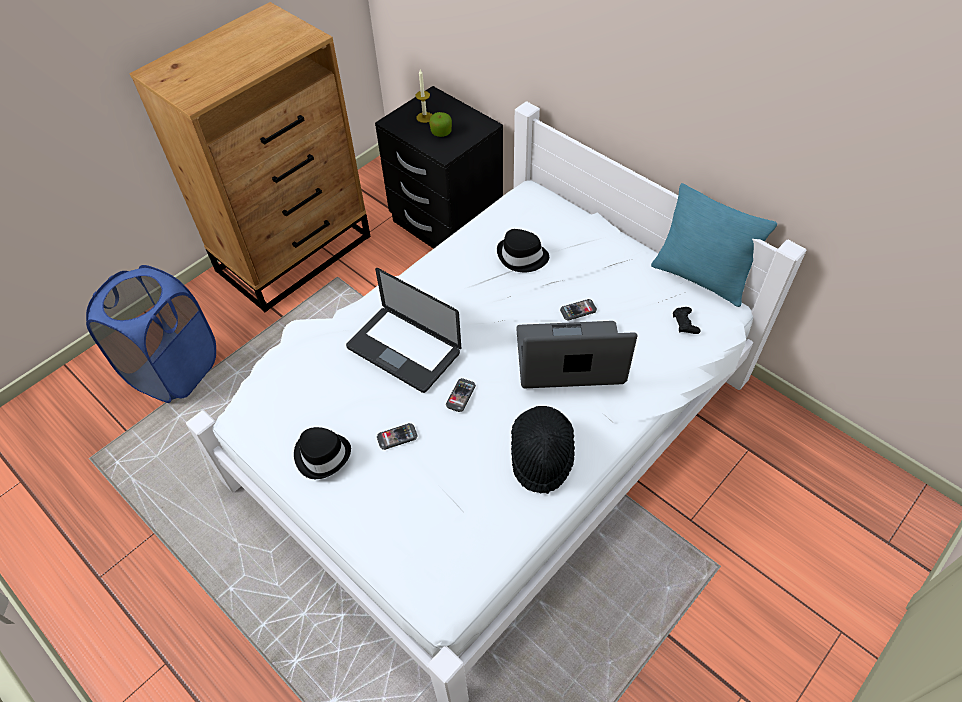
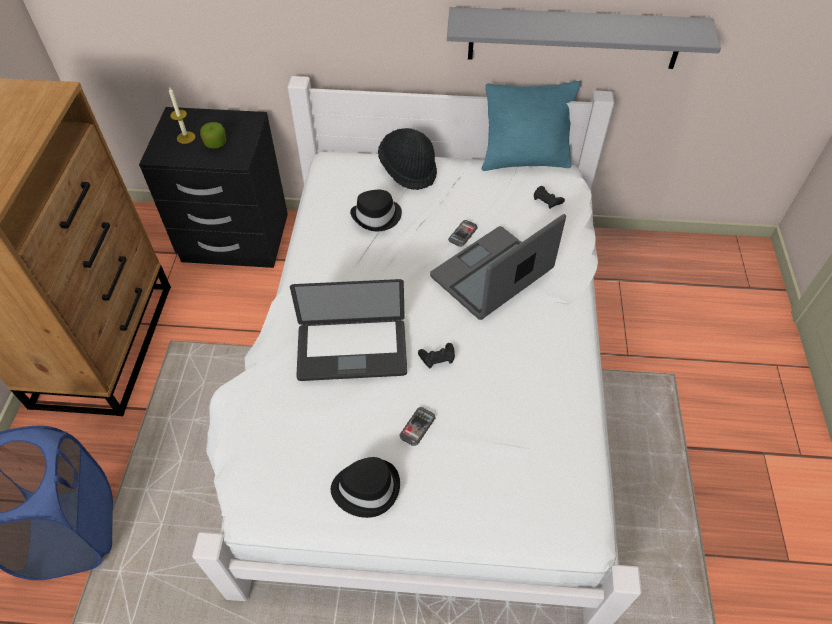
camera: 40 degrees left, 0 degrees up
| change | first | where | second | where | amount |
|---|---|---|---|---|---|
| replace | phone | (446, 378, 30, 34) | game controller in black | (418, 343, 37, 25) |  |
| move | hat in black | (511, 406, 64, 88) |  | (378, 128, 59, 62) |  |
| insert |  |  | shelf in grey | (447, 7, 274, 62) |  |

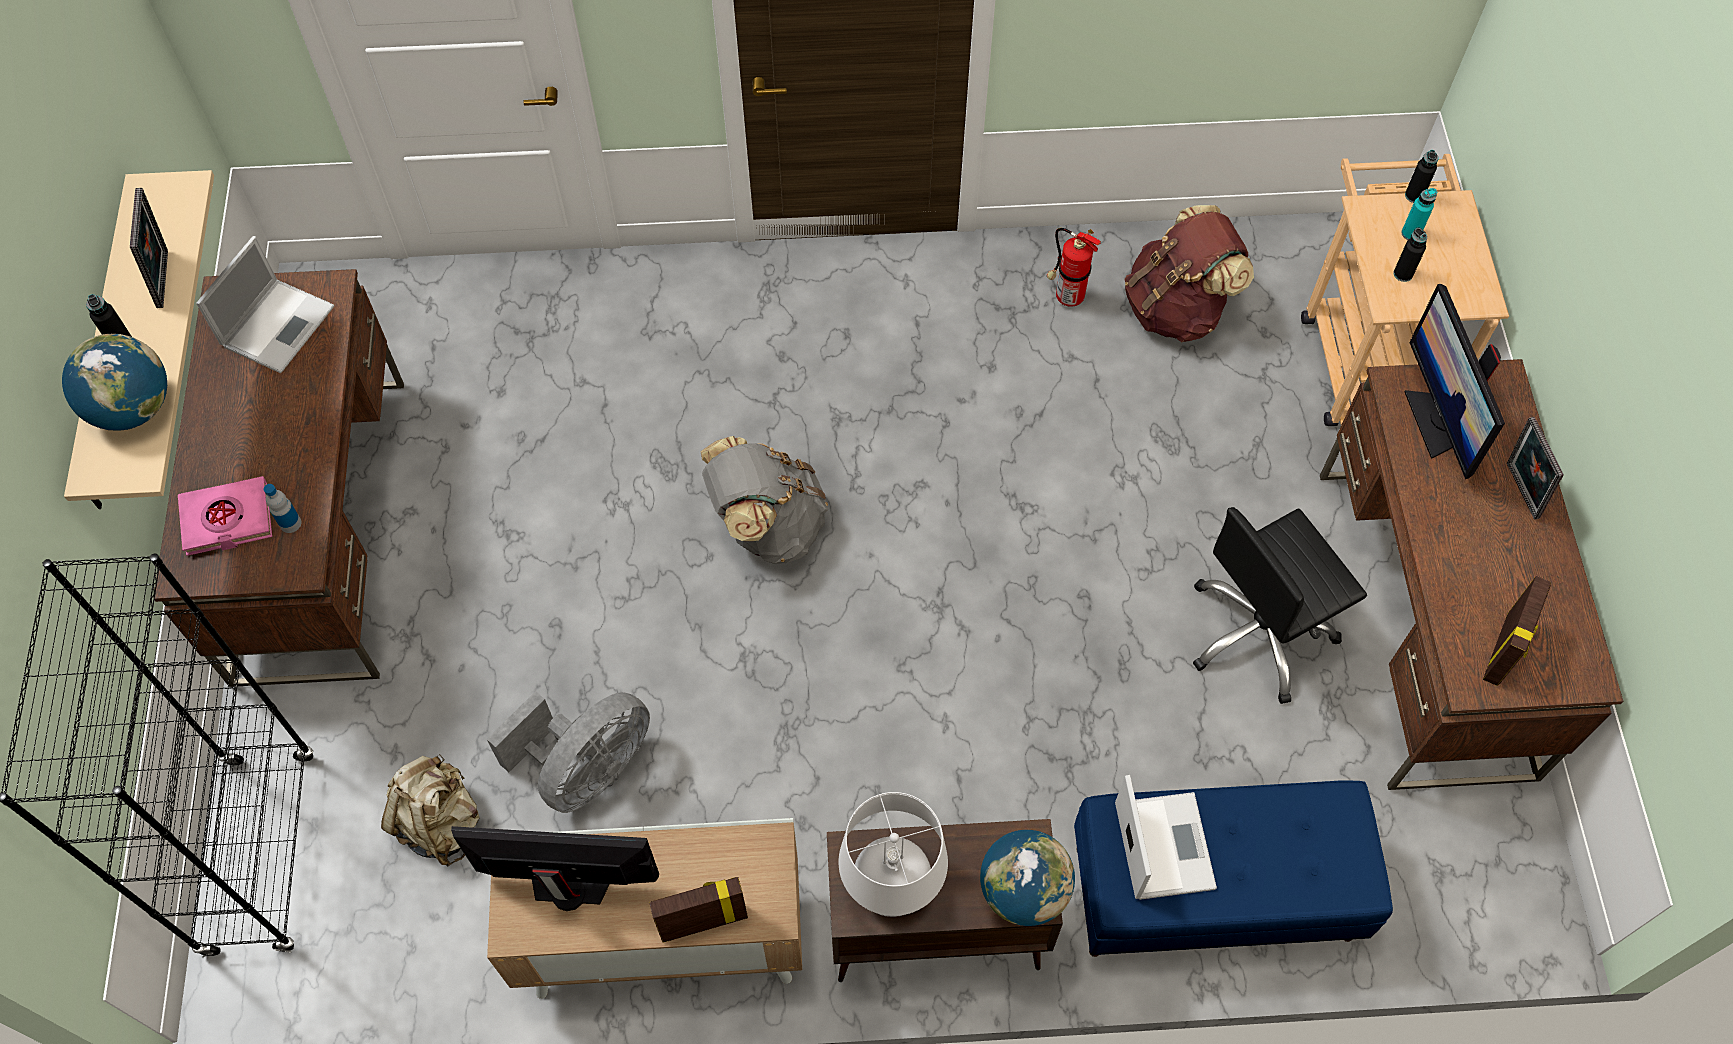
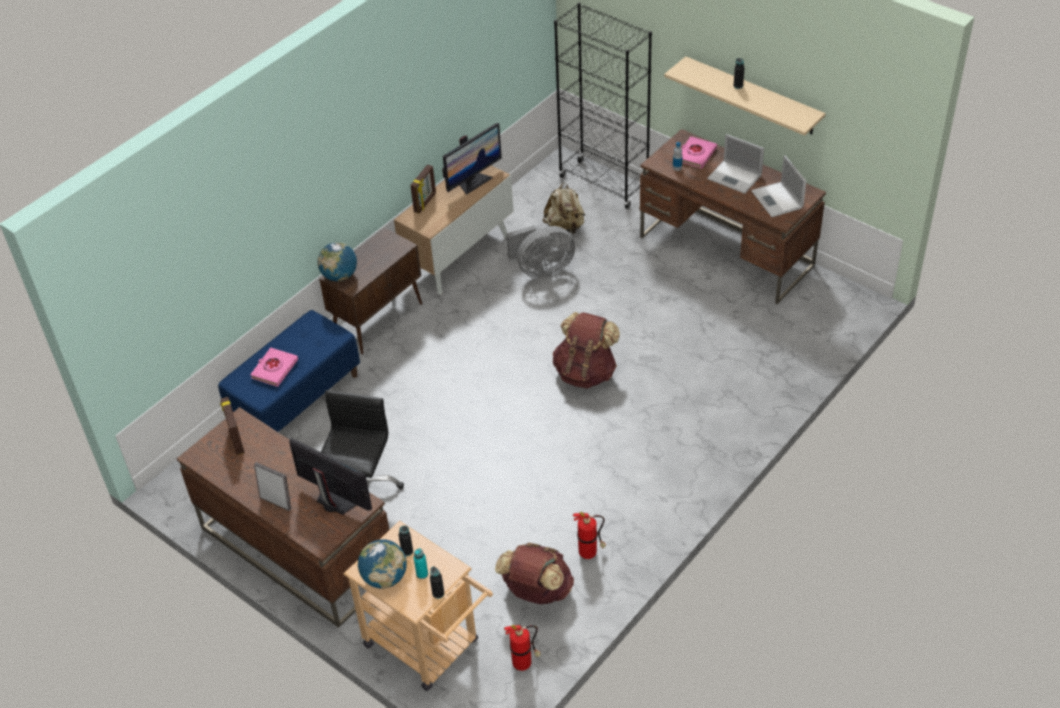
camera: 135 degrees right, 15 degrees down
| change | first | where | second | where | amount |
|---|---|---|---|---|---|
| move | globe | (62, 334, 105, 97) |  | (358, 539, 49, 50) |  |
| delete | picture frame | (130, 188, 38, 120) |  |  |  |
| rotate | fan in grey | (487, 691, 163, 122) |  | (506, 225, 69, 54) | 105 degrees counterclockwise |
| recolor | backpack in grey | (700, 436, 128, 128) | backpack in brown | (553, 312, 67, 76) |  |
| delete | table lamp in white | (838, 792, 110, 125) |  |  |  |
| move | laptop | (1115, 775, 102, 125) |  | (707, 134, 57, 60) |  |
| insert |  |  | book in pink | (250, 347, 48, 40) |  |
| insert |  |  | fire extinguisher | (504, 625, 37, 46) |  |

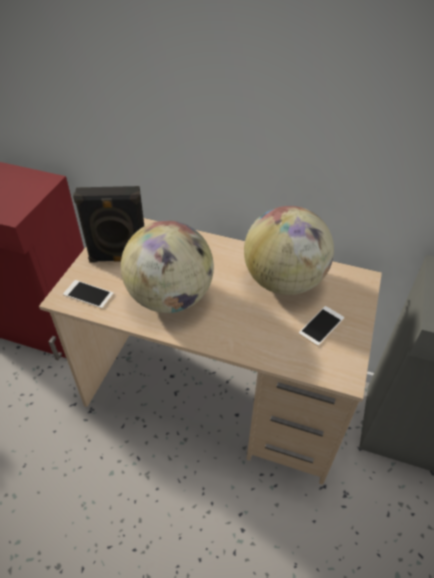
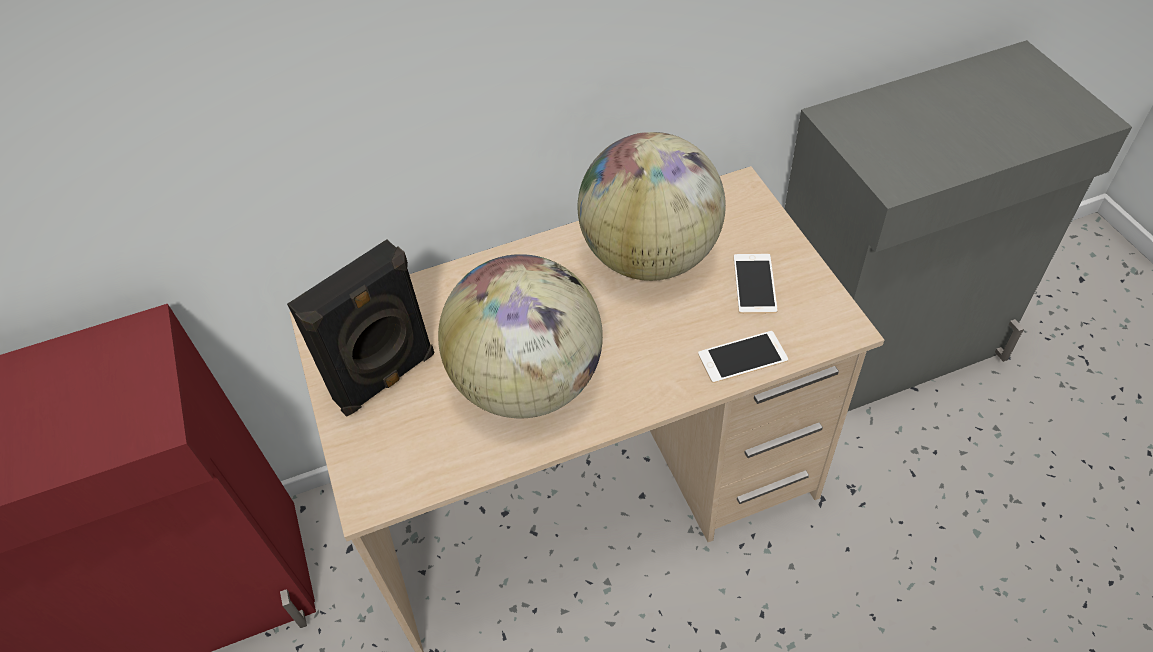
camera: 35 degrees left, 5 degrees up
| change | first | where | second | where | amount |
|---|---|---|---|---|---|
| move | phone | (63, 280, 51, 29) |  | (698, 331, 90, 52) |  |

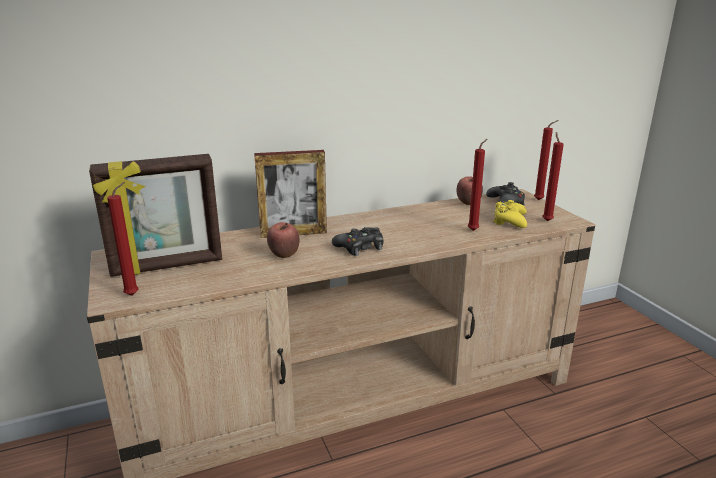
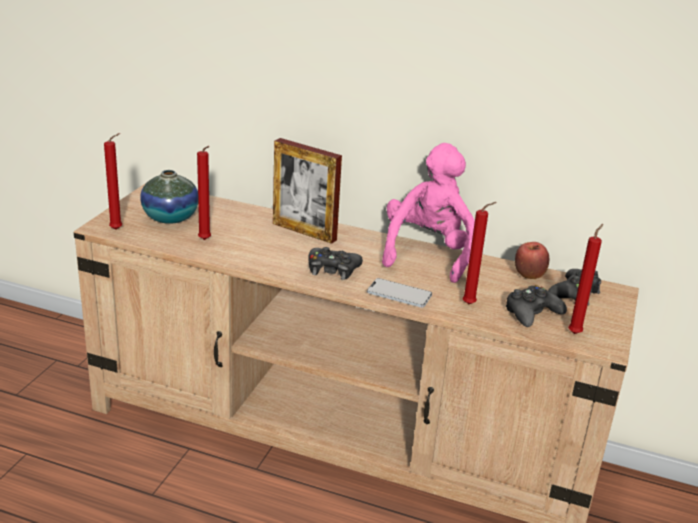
camera: 40 degrees right, 5 degrees up
| change | first | where | second | where | amount |
|---|---|---|---|---|---|
| replace | picture frame | (89, 154, 133, 123) | vase | (140, 170, 58, 54) |  |
| delete | apple | (267, 222, 33, 36) |  |  |  |
| recolor | game controller in yellow | (493, 200, 34, 28) | game controller in black | (506, 285, 61, 42) |  |
| move | candle in red | (534, 120, 25, 80) |  | (197, 146, 14, 94) |  |
| insert |  |  | phone | (367, 278, 65, 30) |  |
| insert |  |  | plush toy in pink | (382, 143, 93, 140) |  |

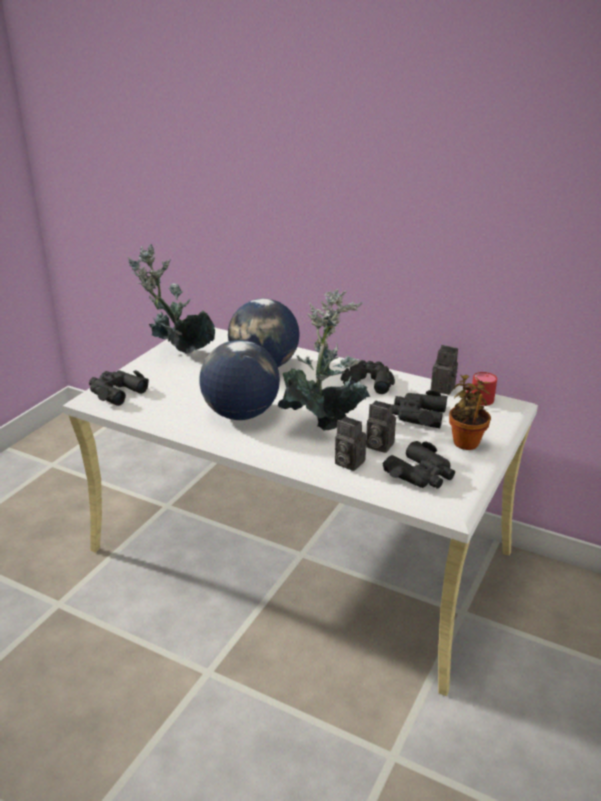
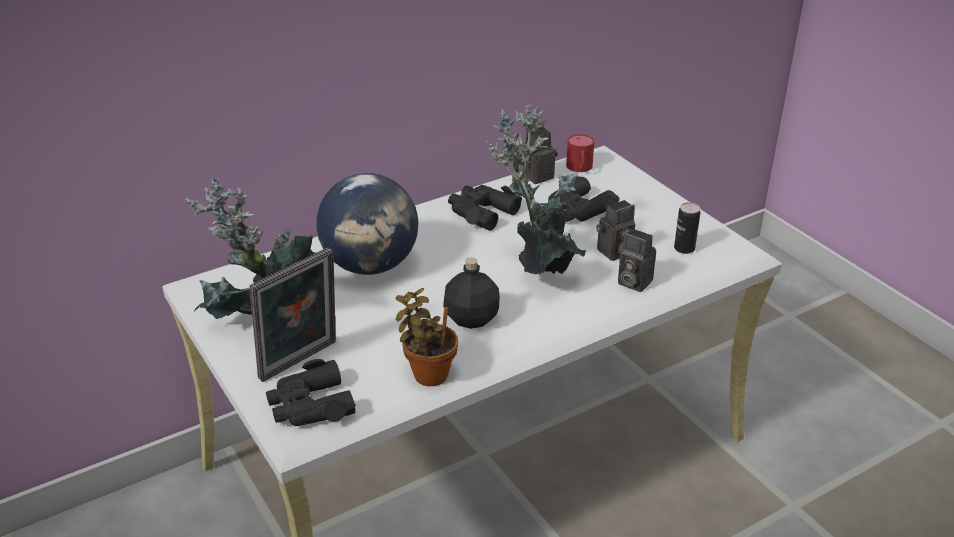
camera: 60 degrees left, 5 degrees up
| change | first | where | second | where | amount |
|---|---|---|---|---|---|
| replace | globe | (199, 340, 81, 80) | bottle in black | (443, 257, 57, 72) |  |
| rotate | photo camera | (335, 416, 31, 55) |  | (618, 229, 38, 63) | 60 degrees clockwise |
| replace | binoculars in black | (383, 441, 72, 48) | can | (674, 202, 26, 52) |  |
| move | potted plant | (449, 375, 42, 75) |  | (395, 288, 63, 98) |  |
| insert |  |  | picture frame | (249, 247, 87, 135) |  |

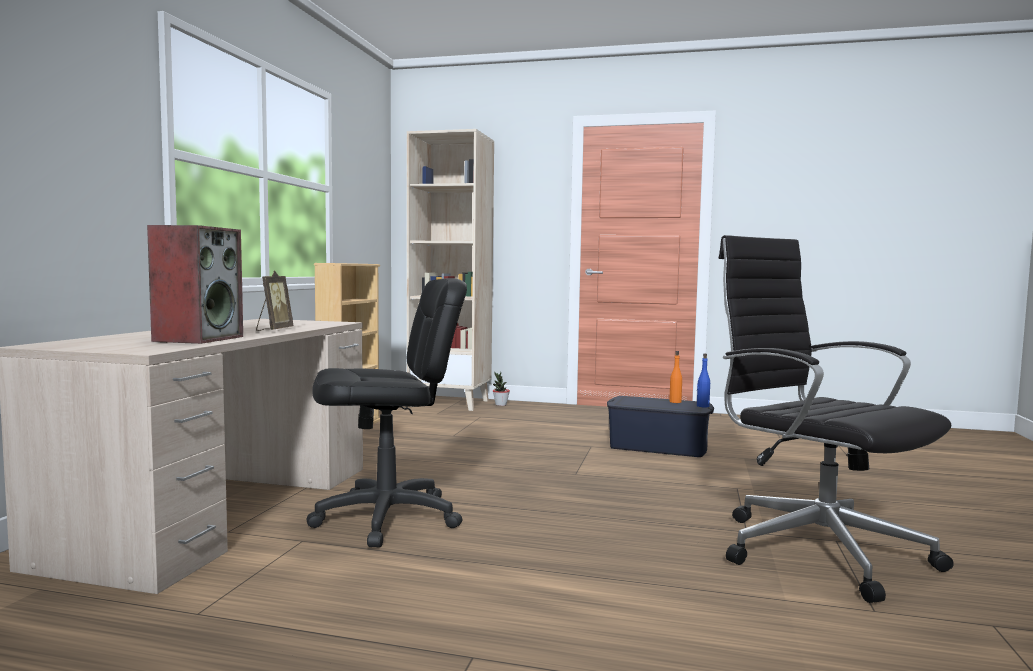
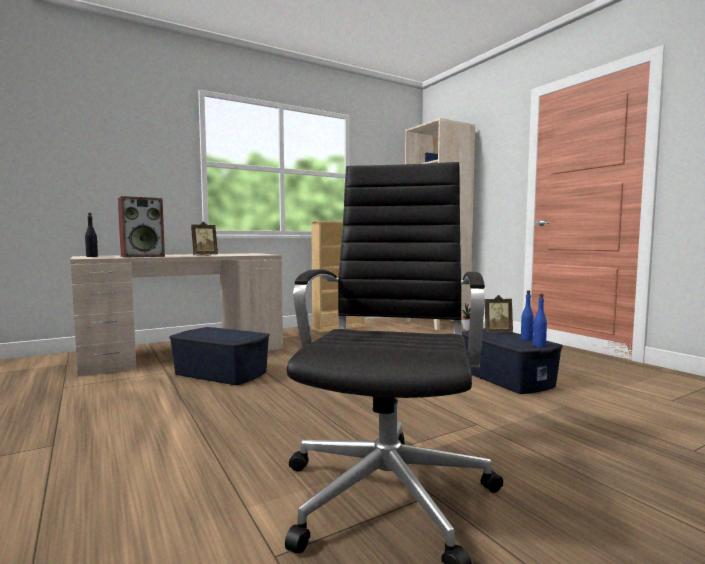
camera: 45 degrees right, 0 degrees up
| change | first | where | second | where | amount |
|---|---|---|---|---|---|
| replace | office chair in black | (307, 278, 160, 269) | storage box in blue | (169, 327, 101, 58) |  |
| recolor | bottle in orange | (669, 351, 13, 52) | bottle in blue | (521, 290, 13, 51) |  |
| insert |  |  | bottle in black | (85, 213, 13, 44) |  |
| insert |  |  | picture frame | (485, 295, 28, 38) |  |

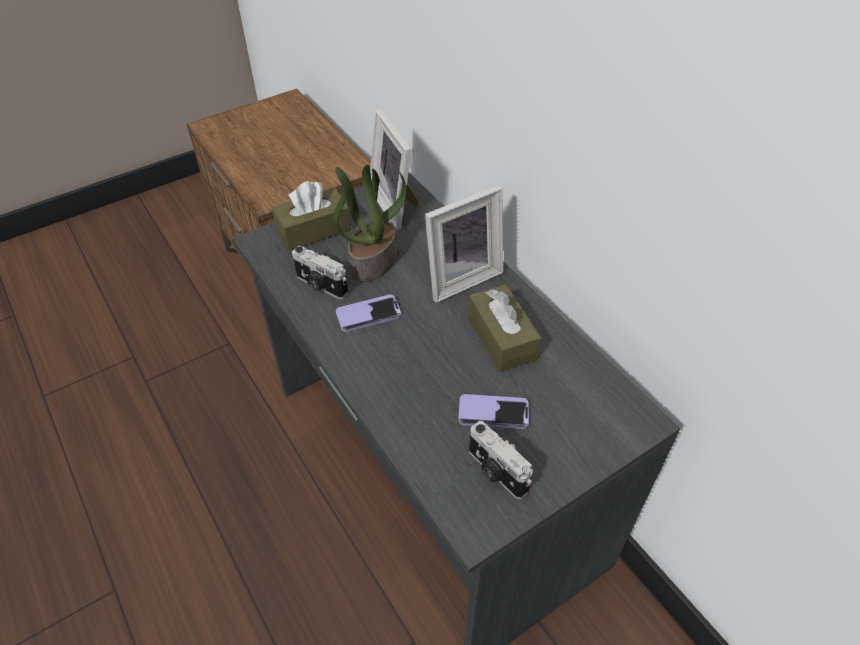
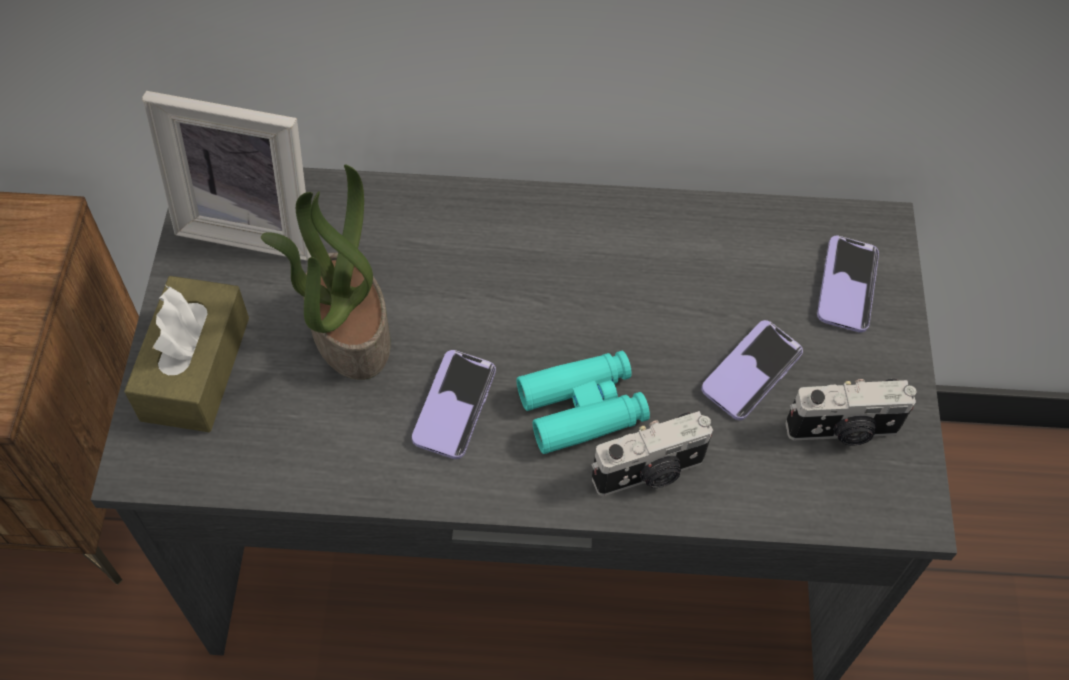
camera: 55 degrees left, 10 degrees up
| change | first | where | second | where | amount |
|---|---|---|---|---|---|
| move | photo camera | (292, 246, 57, 53) |  | (592, 411, 122, 85) |  |
| delete | picture frame | (425, 185, 78, 118) |  |  |  |
| delete | tissue box in brown | (468, 284, 73, 88) |  |  |  |
| insert |  |  | binoculars in turquoise | (517, 351, 133, 103) |  |
| insert |  |  | phone | (817, 235, 62, 98) |  |

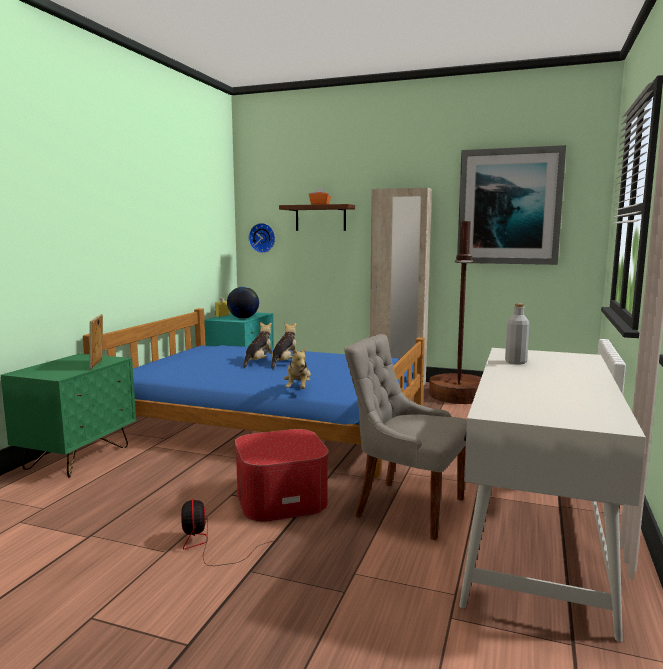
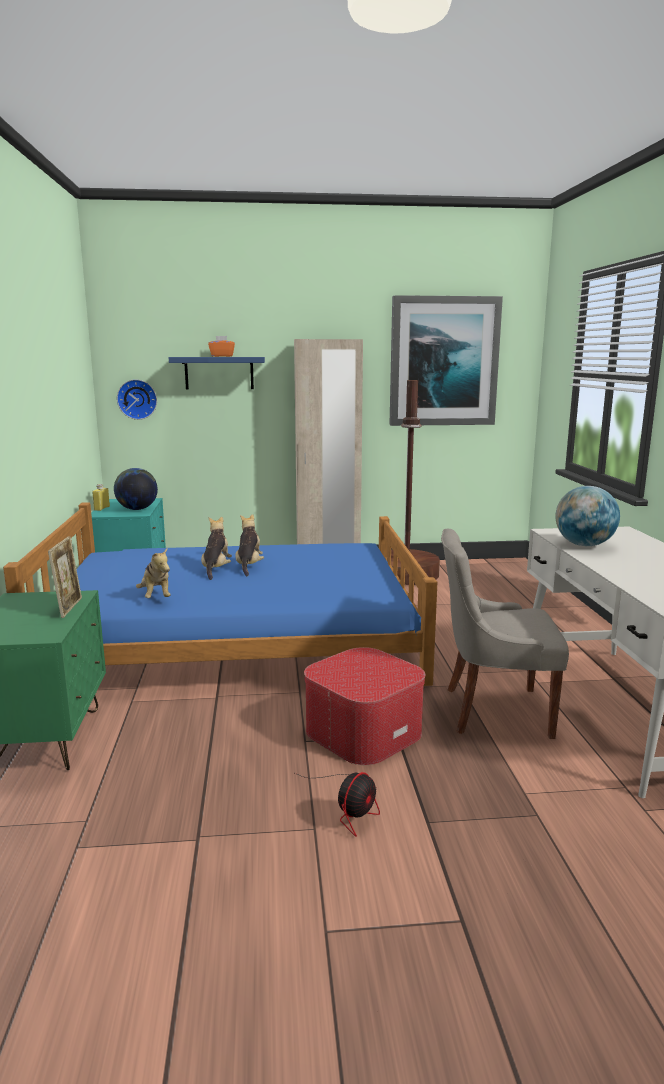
camera: 25 degrees left, 5 degrees up
| change | first | where | second | where | amount |
|---|---|---|---|---|---|
| rotate | picture frame | (89, 314, 14, 56) |  | (48, 536, 34, 82) | 150 degrees counterclockwise |
| rotate | fan | (181, 499, 94, 67) |  | (295, 772, 85, 65) | 105 degrees counterclockwise |
| recolor | shelf in brown | (279, 204, 76, 27) | shelf in blue | (169, 357, 96, 32) |  |
| move | plush toy | (284, 348, 27, 41) |  | (136, 548, 35, 50) |  |
| replace | bottle in grey | (505, 303, 25, 62) | globe | (555, 486, 65, 60) |  |

